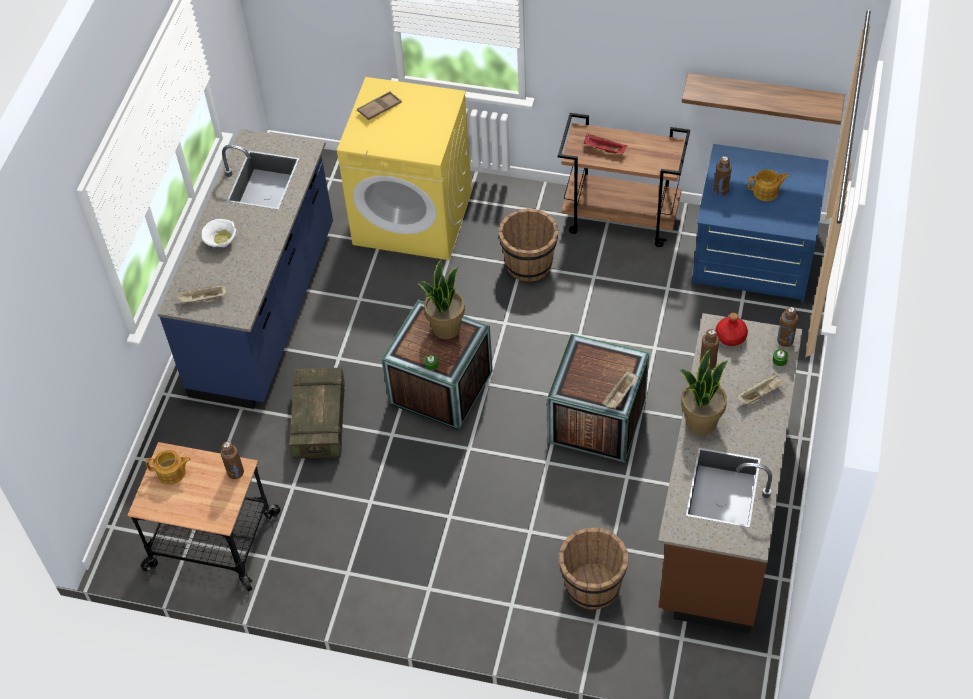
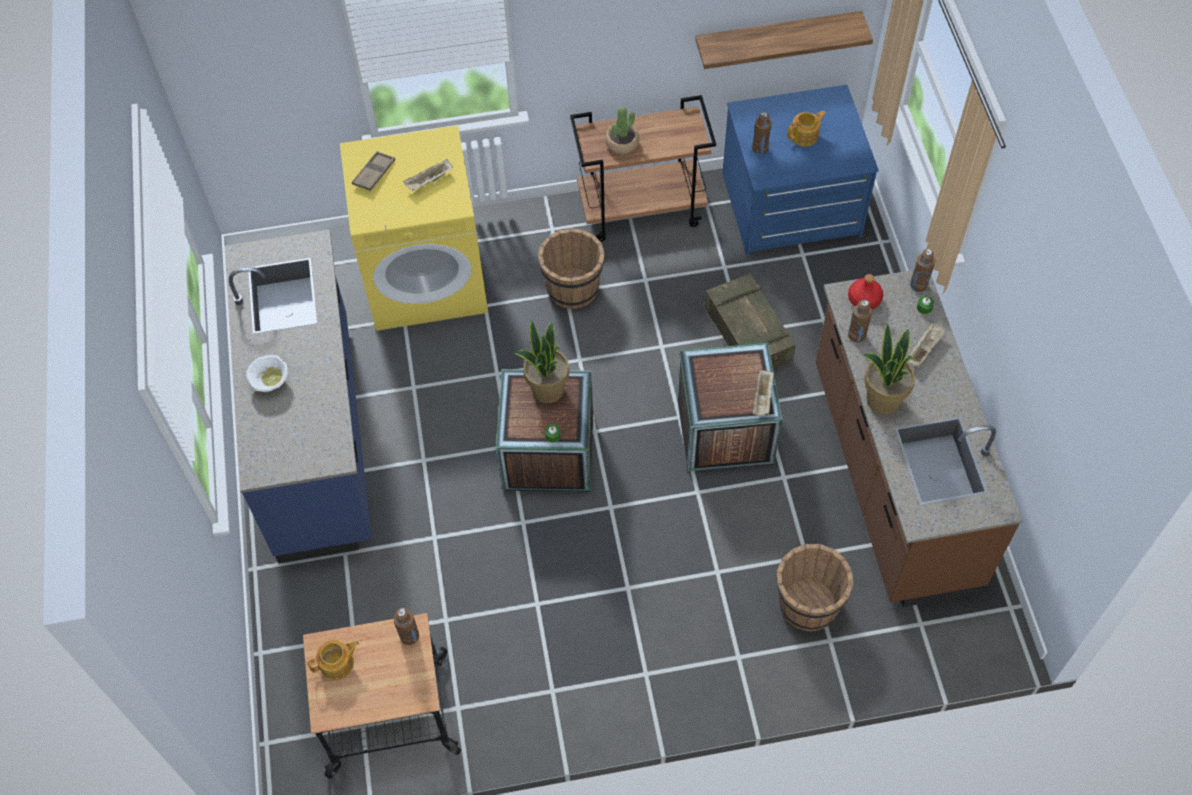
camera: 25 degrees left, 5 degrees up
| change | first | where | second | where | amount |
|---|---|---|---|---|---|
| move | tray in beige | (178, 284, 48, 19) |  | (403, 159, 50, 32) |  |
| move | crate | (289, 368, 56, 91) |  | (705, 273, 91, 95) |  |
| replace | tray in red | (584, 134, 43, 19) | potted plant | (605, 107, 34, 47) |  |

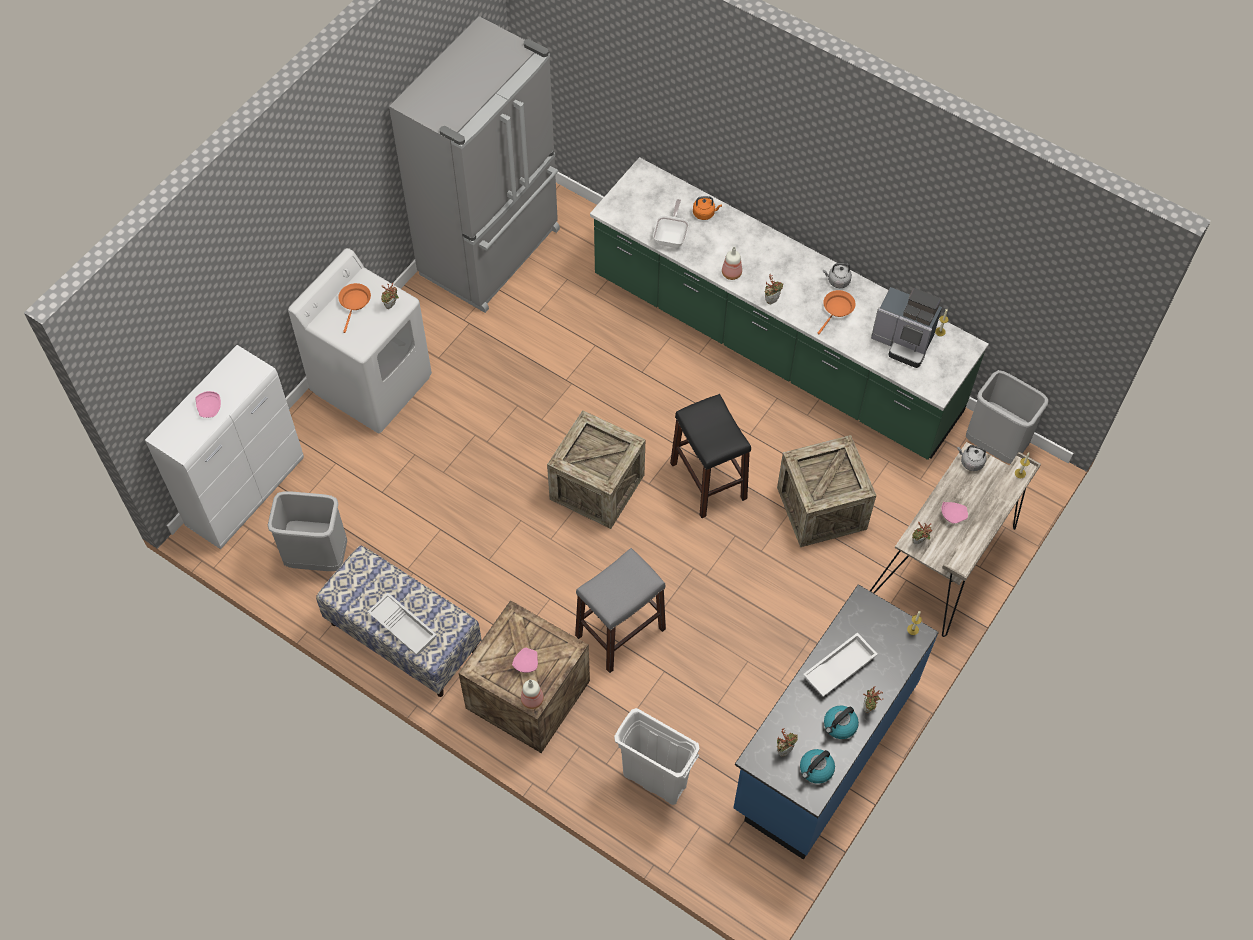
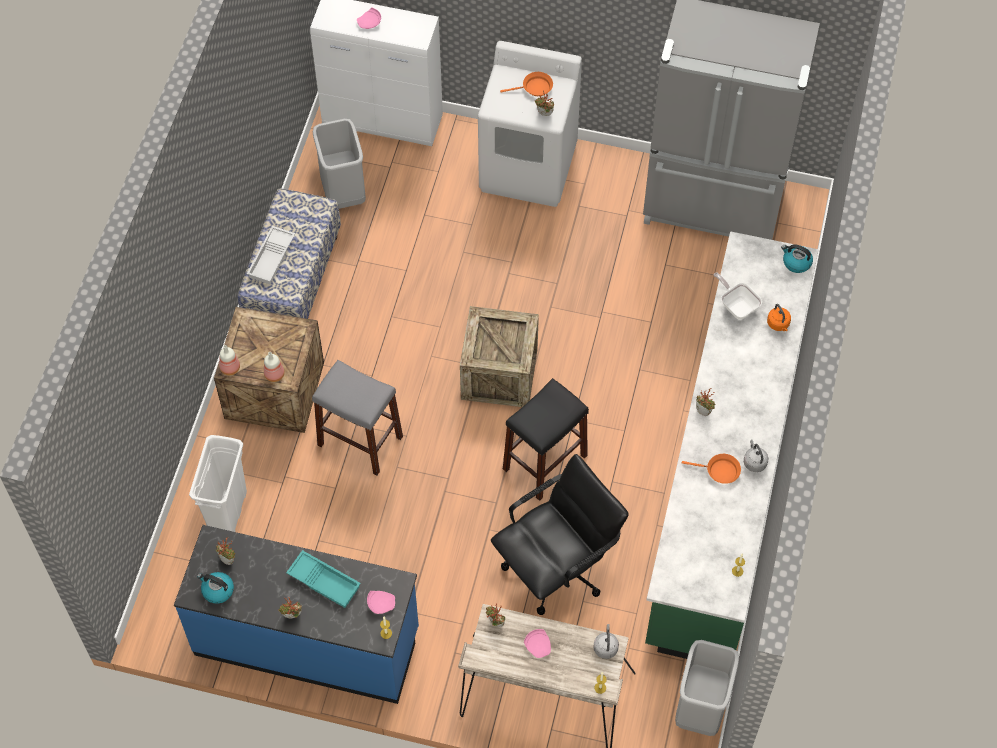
camera: 70 degrees right, 0 degrees up
| change | first | where | second | where | amount |
|---|---|---|---|---|---|
| move | plate in pink | (512, 648, 26, 25) |  | (367, 591, 28, 23) |  |
| rotate | frying pan | (653, 199, 36, 49) |  | (713, 272, 49, 47) | 120 degrees counterclockwise |
| move | bottle | (722, 247, 20, 33) |  | (264, 352, 21, 30) |  |
| replace | crate | (777, 435, 99, 112) | office chair in black | (491, 454, 138, 161) |  |
| recolor | tray in white | (803, 632, 74, 64) | tray in turquoise | (286, 550, 75, 58) |  |
| move | kettle | (824, 705, 35, 34) |  | (781, 244, 32, 29) |  |
| delete | coffee machine | (871, 287, 71, 81) |  |  |  |

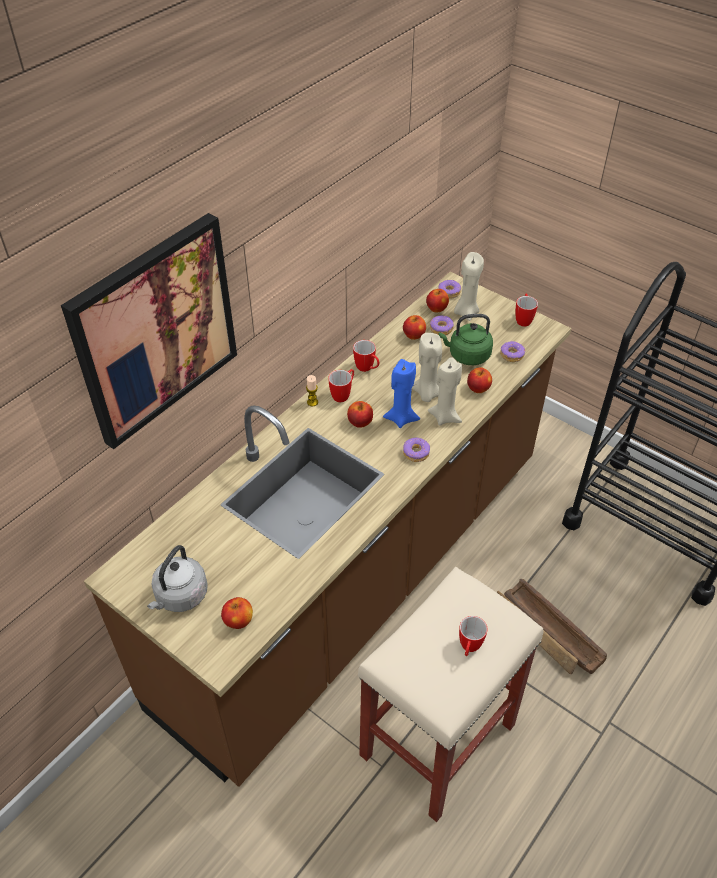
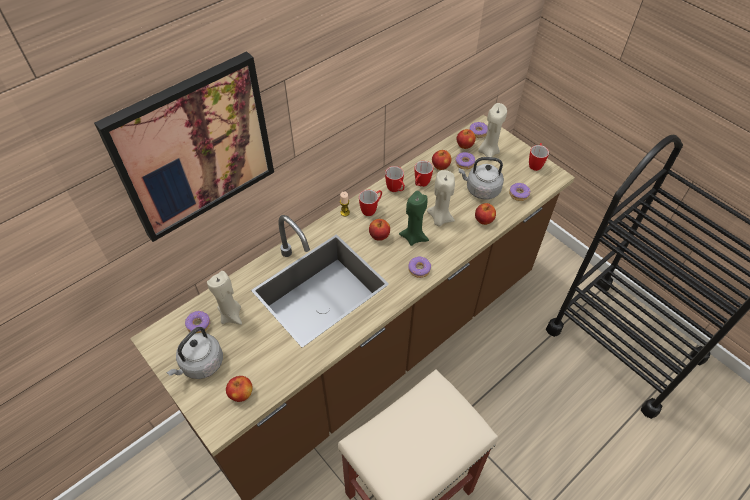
camera: 10 degrees right, 5 degrees up
| change | first | where | second | where | amount |
|---|---|---|---|---|---|
| recolor | candle in blue | (383, 359, 37, 69) | candle in green | (399, 191, 30, 55) |  |
| move | candle in beige | (428, 357, 34, 69) |  | (207, 271, 35, 54) |  |
| recolor | kettle in green | (439, 314, 54, 51) | kettle in grey | (459, 157, 45, 43) |  |
| move | mug | (459, 616, 29, 40) |  | (415, 161, 18, 26) |  |
| delete | crate | (497, 579, 110, 95) |  |  |  |
| insert |  |  | donut | (185, 311, 25, 23) |  |

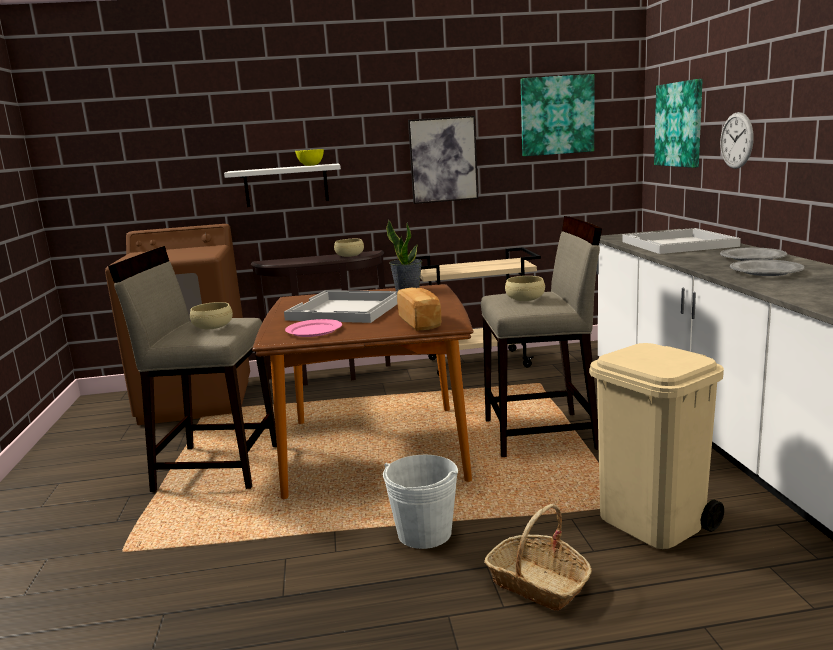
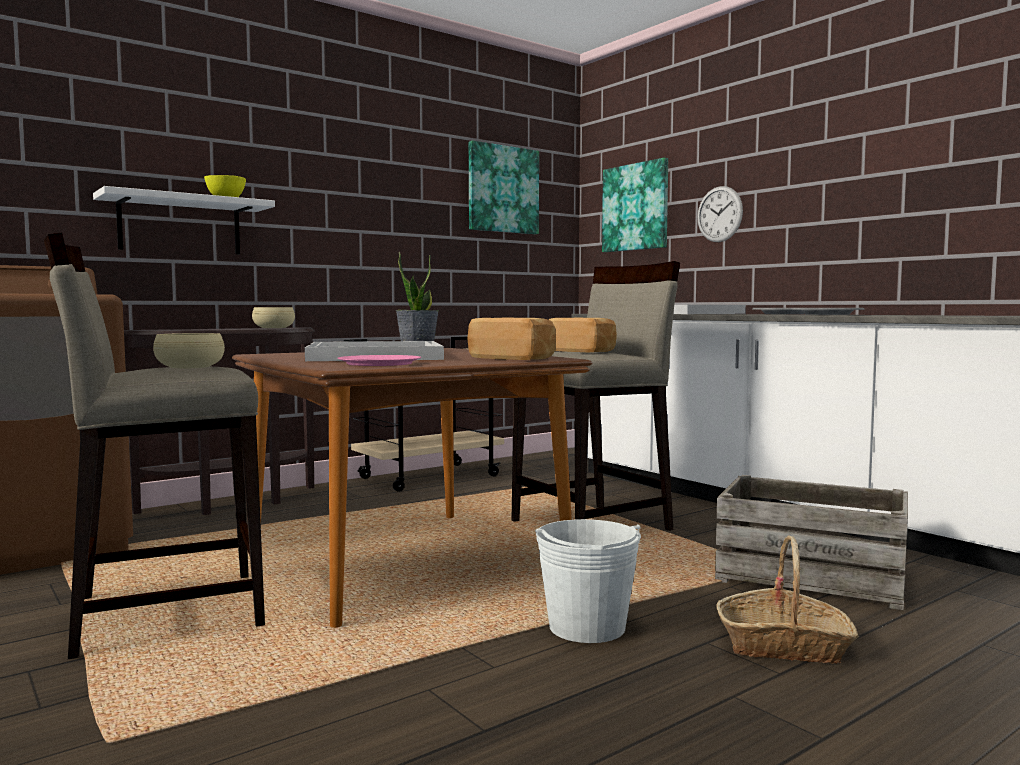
camera: 30 degrees left, 10 degrees down
| change | first | where | second | where | amount |
|---|---|---|---|---|---|
| delete | picture | (408, 116, 70, 88) |  |  |  |
| replace | bowl in beige | (505, 276, 40, 25) | bread | (549, 318, 68, 34) |  |
| replace | trash can in beige | (589, 343, 135, 206) | crate | (715, 475, 193, 135) |  |

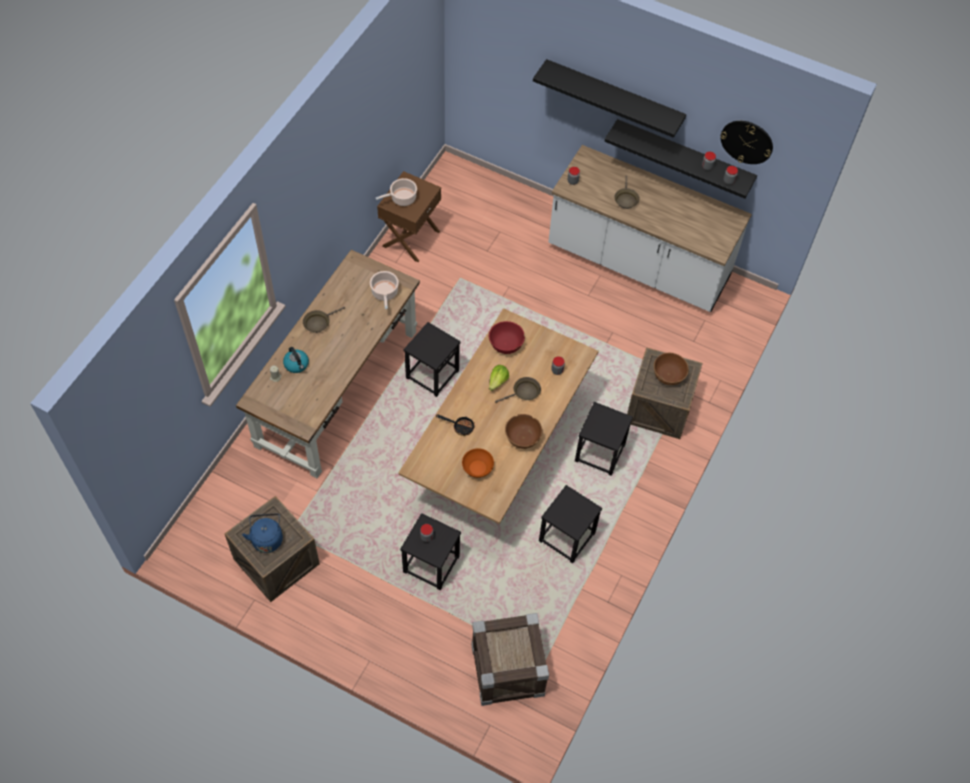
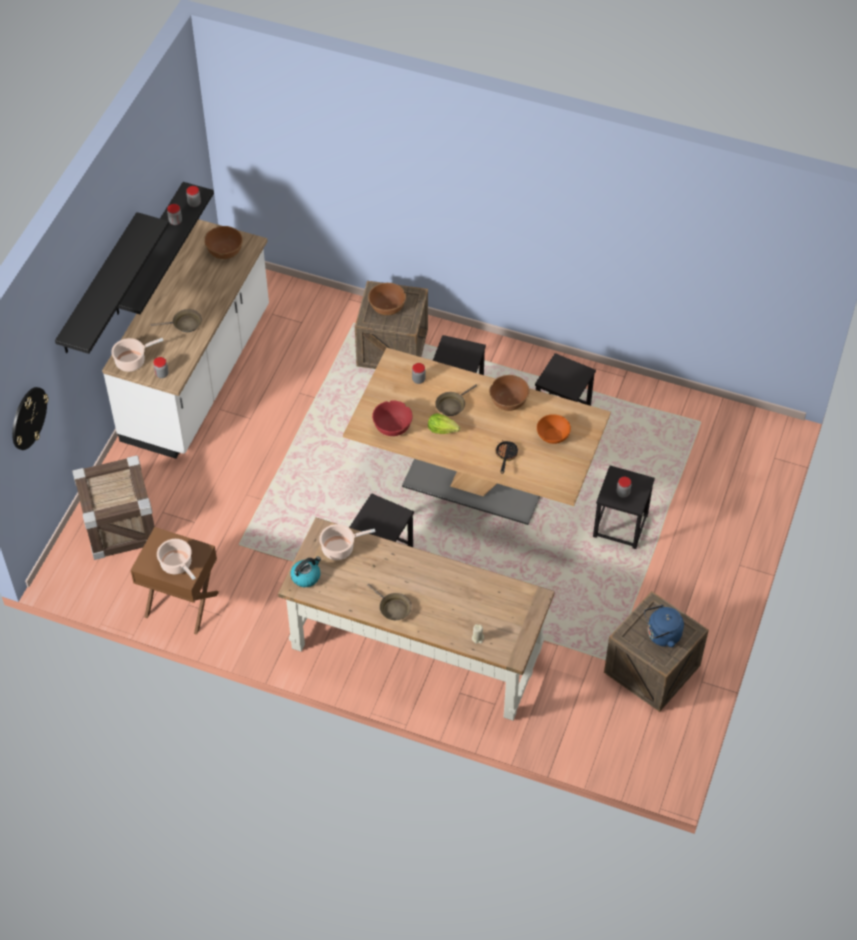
camera: 95 degrees left, 5 degrees down
| change | first | where | second | where | amount |
|---|---|---|---|---|---|
| move | kettle | (283, 347, 26, 26) |  | (291, 556, 30, 31) |  |
| move | crate | (471, 613, 78, 93) |  | (72, 455, 83, 105) |  |
| rotate | frying pan in brown | (495, 377, 46, 26) |  | (435, 384, 42, 32) | 105 degrees counterclockwise |
| move | wall clock | (720, 121, 53, 43) |  | (12, 387, 36, 63) |  |
| insert |  |  | cooking pot | (111, 338, 53, 34) |  |
| insert |  |  | bowl in brown | (204, 226, 39, 33) |  |

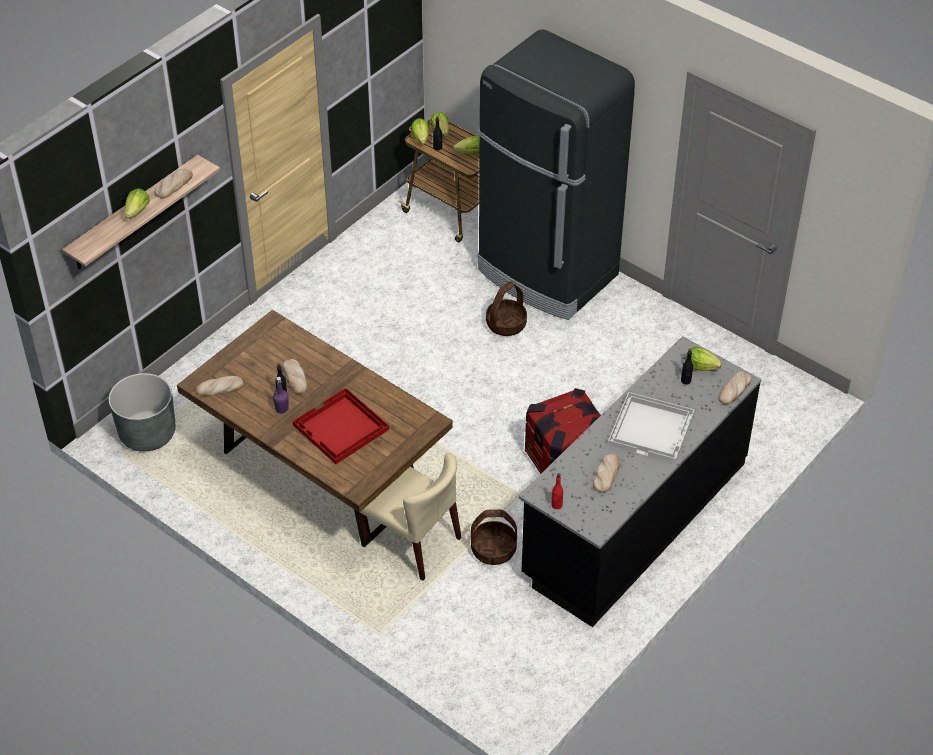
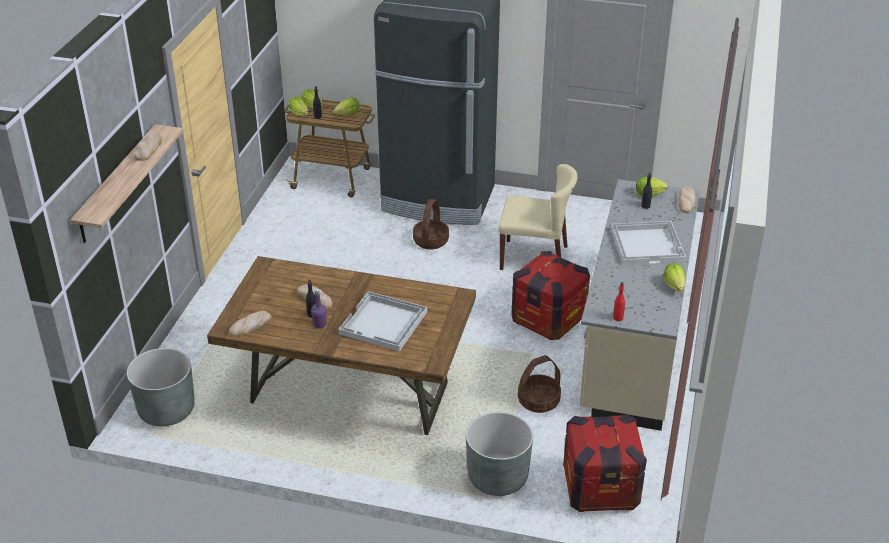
camera: 25 degrees left, 10 degrees down
| change | first | where | second | where | amount |
|---|---|---|---|---|---|
| move | lettuce | (125, 188, 25, 31) |  | (663, 263, 22, 28) |  |
| recolor | tray in red | (293, 388, 96, 76) | tray in white | (339, 291, 88, 61) |  |
| move | chair in beige | (358, 453, 104, 127) |  | (498, 164, 80, 106) |  |
| recolor | counter in black | (519, 336, 242, 291) | counter in beige | (579, 179, 121, 252) |  |
| delete | bread | (593, 453, 27, 40) |  |  |  |
| insert |  |  | planter in grey | (466, 412, 67, 84) |  |
| insert |  |  | crate | (563, 414, 84, 98) |  |

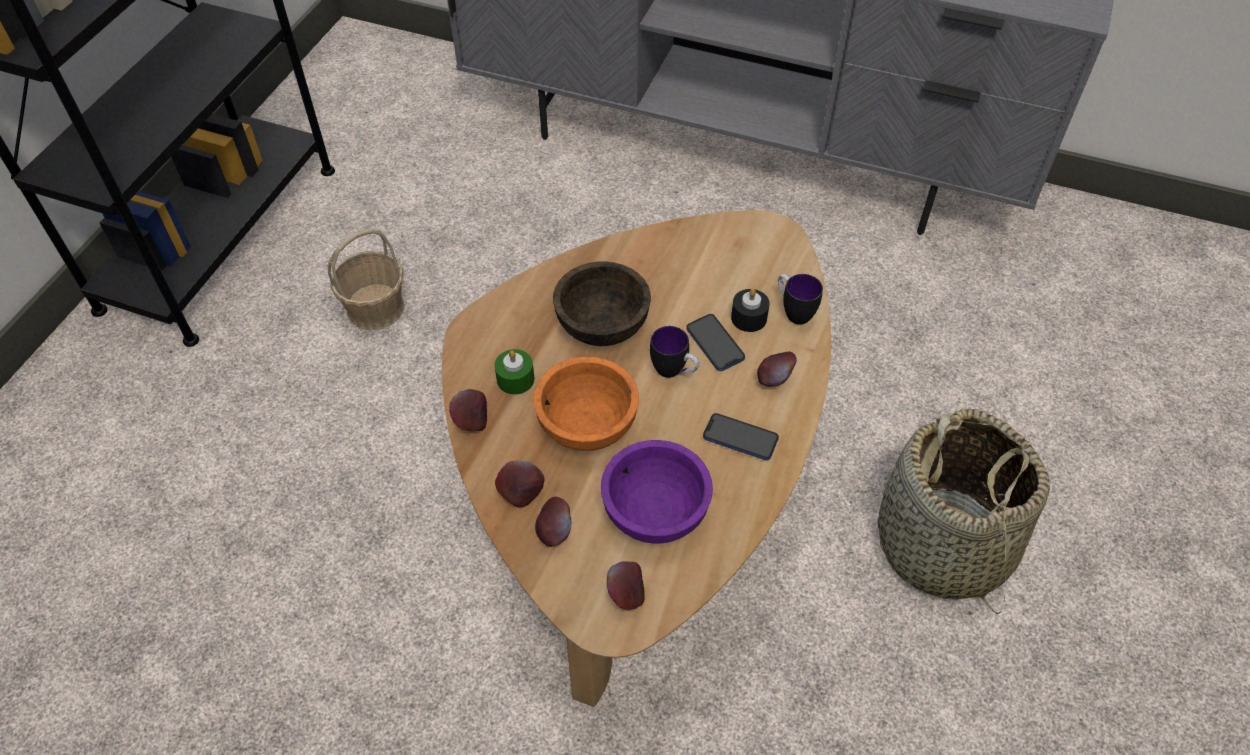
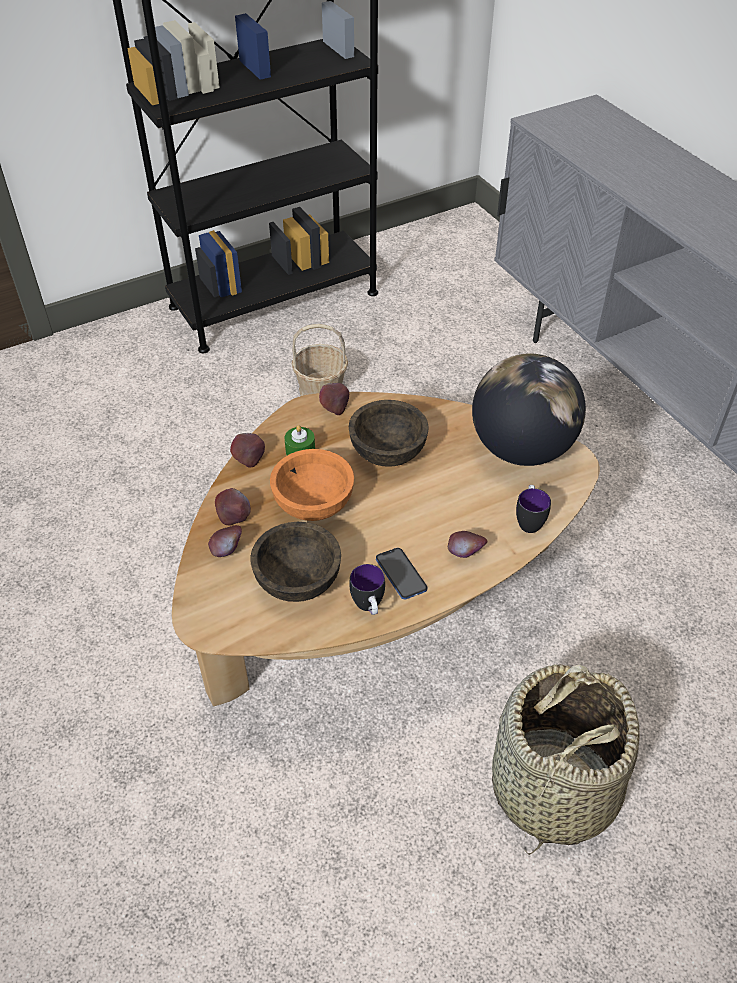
camera: 40 degrees right, 5 degrees down
| change | first | where | second | where | amount |
|---|---|---|---|---|---|
| recolor | bowl in purple | (601, 440, 112, 104) | bowl in brown | (250, 522, 91, 80) |  |
| move | apple | (606, 561, 39, 49) |  | (319, 383, 30, 32) |  |
| move | mug | (650, 326, 50, 52) |  | (349, 564, 36, 51) |  |
| delete | phone | (686, 314, 59, 57) |  |  |  |
| delete | candle in black | (731, 288, 39, 44) |  |  |  |
| insert |  |  | globe | (472, 354, 114, 112) |  |

